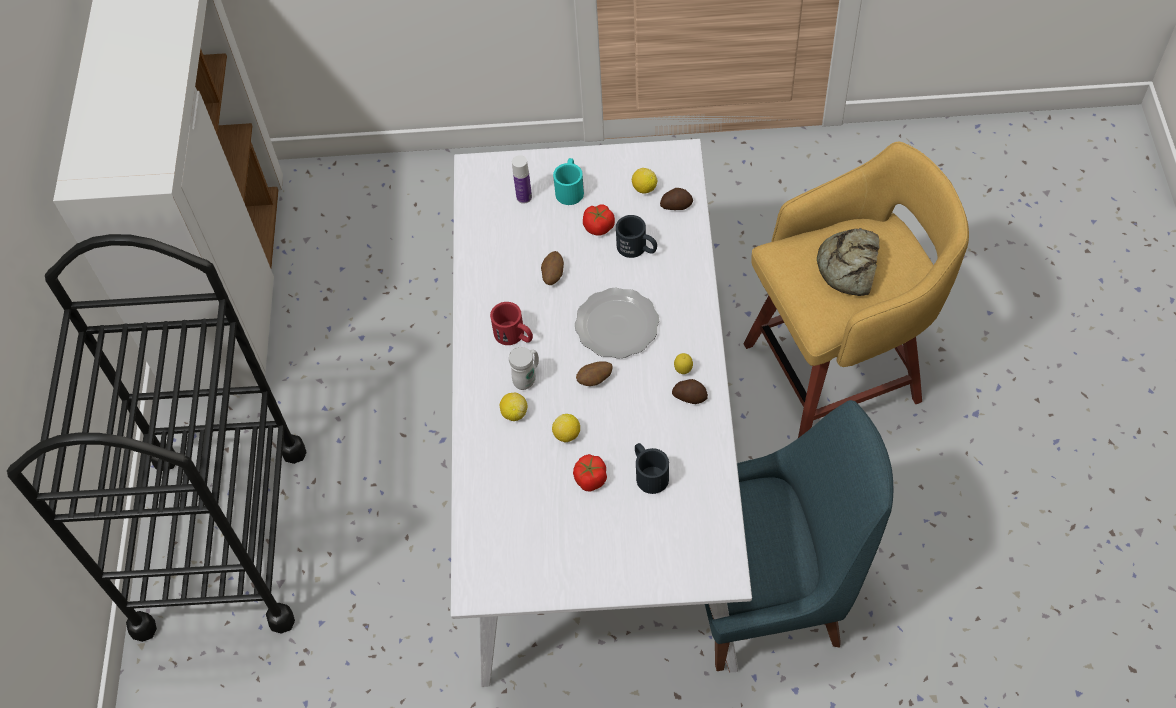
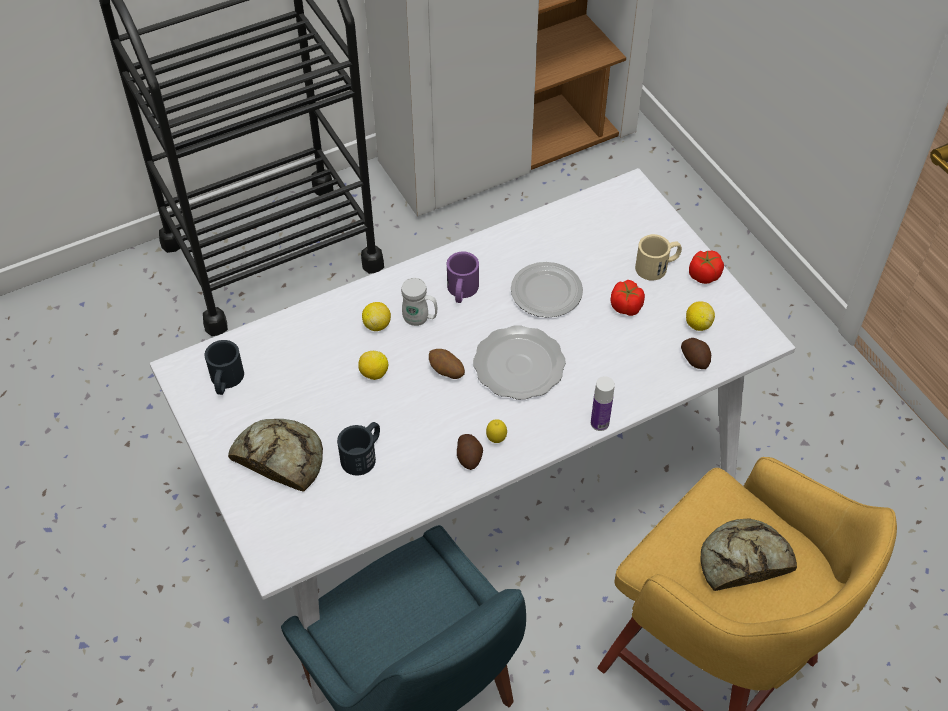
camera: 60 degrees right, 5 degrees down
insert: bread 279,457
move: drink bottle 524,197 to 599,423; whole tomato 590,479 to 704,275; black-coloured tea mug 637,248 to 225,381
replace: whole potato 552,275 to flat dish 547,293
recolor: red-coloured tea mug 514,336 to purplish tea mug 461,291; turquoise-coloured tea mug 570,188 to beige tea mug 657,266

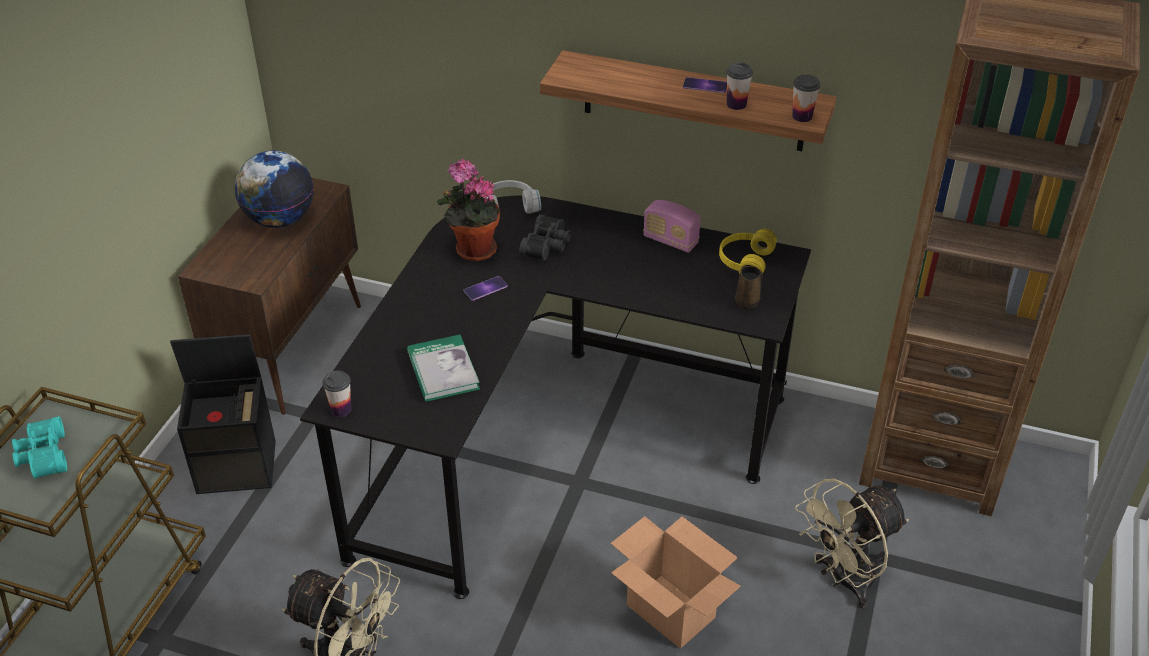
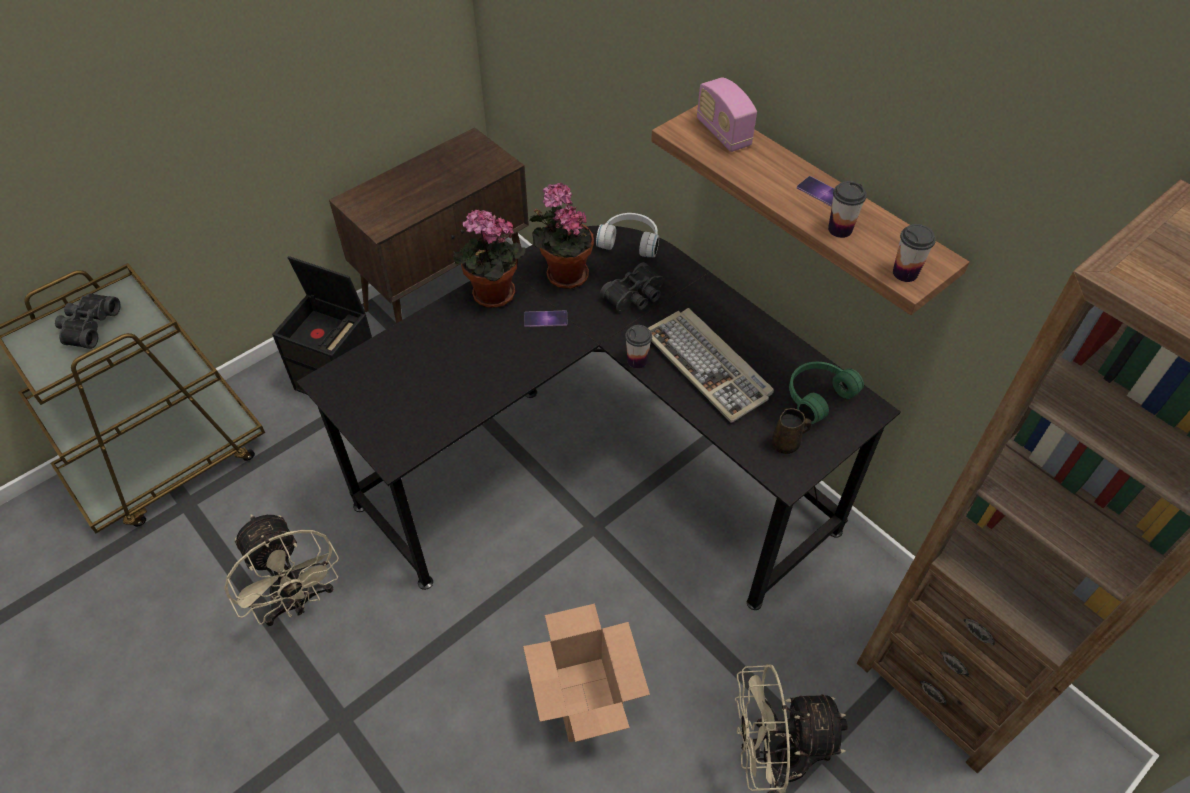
camera: 30 degrees right, 10 degrees up
delete: world globe 279,219; bound book 443,371
insert: potted plant 491,297; PC keyboard 708,366
move: drinking cup 341,409 to 637,361; radio receiver 670,241 to 723,133
recolor: turquoise-coloured field glasses 42,456 to black-coloured field glasses 88,326; yellow pair of headphones 744,261 to green pair of headphones 816,395

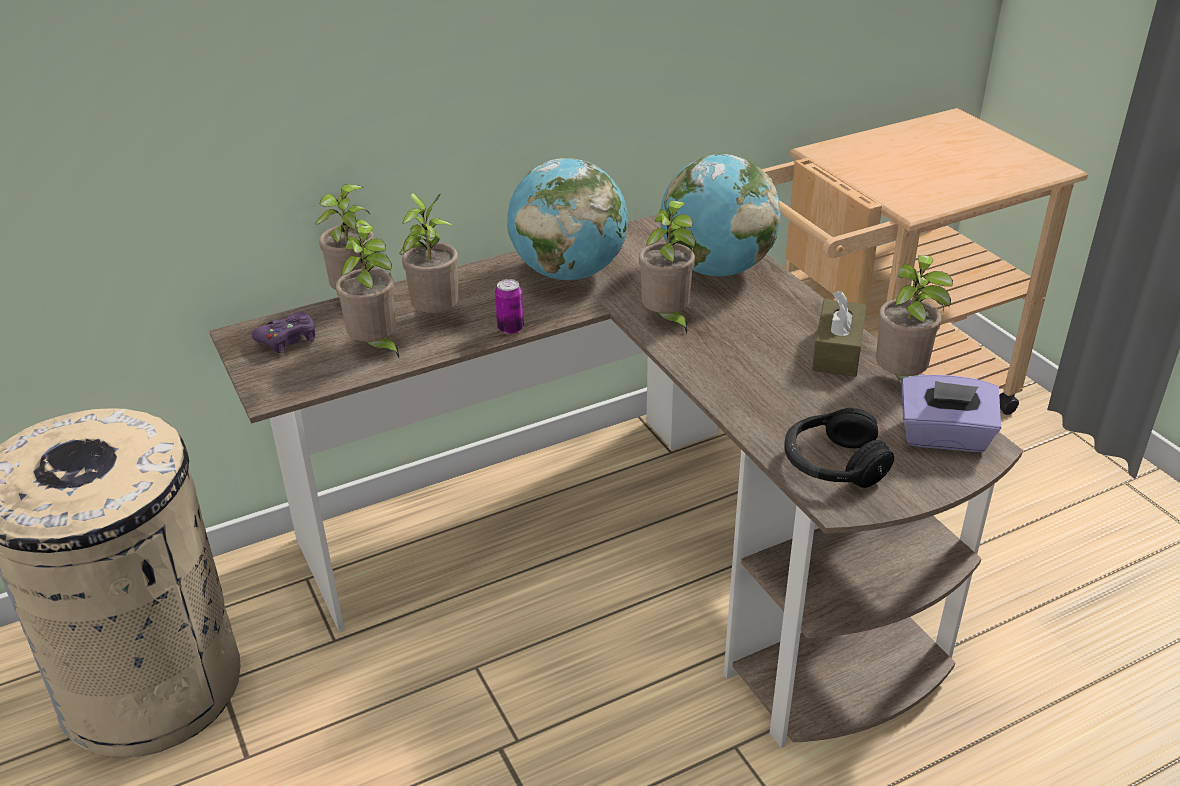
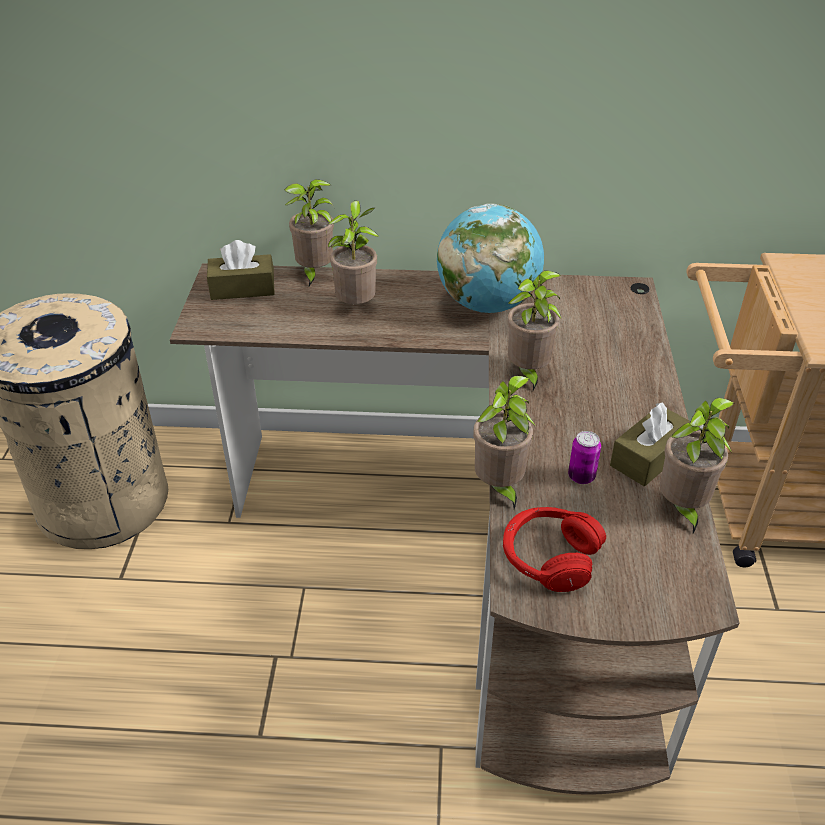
camera: 30 degrees right, 5 degrees up
delete: world globe 716,269; purplish box of tissues 944,437
move: potted plant 376,348 to 499,488; sealed can 510,328 to 581,477
replace: purplish gamepad 288,339 to brown box of tissues 242,288
recolor: black-coloured pair of headphones 833,464 to red-coloured pair of headphones 549,557

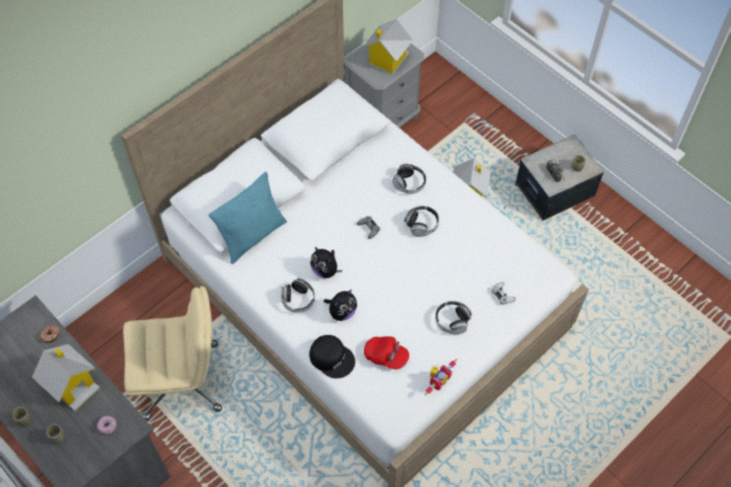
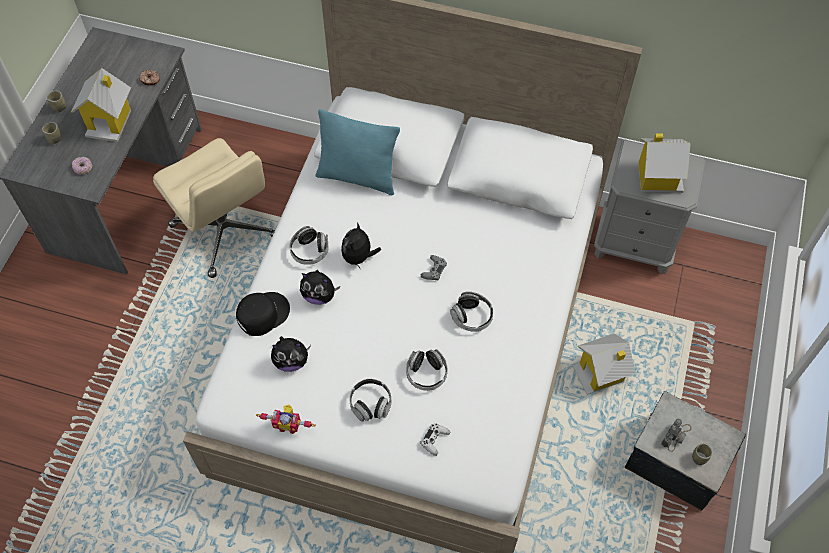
camera: 60 degrees right, 0 degrees up
move: pair of headphones 409,183 to 426,374
replace: red-coloured baseball cap 386,356 to cuddly toy 291,361
rotate: black-coloured baseball cap 332,357 = 262,313 135 degrees counterclockwise

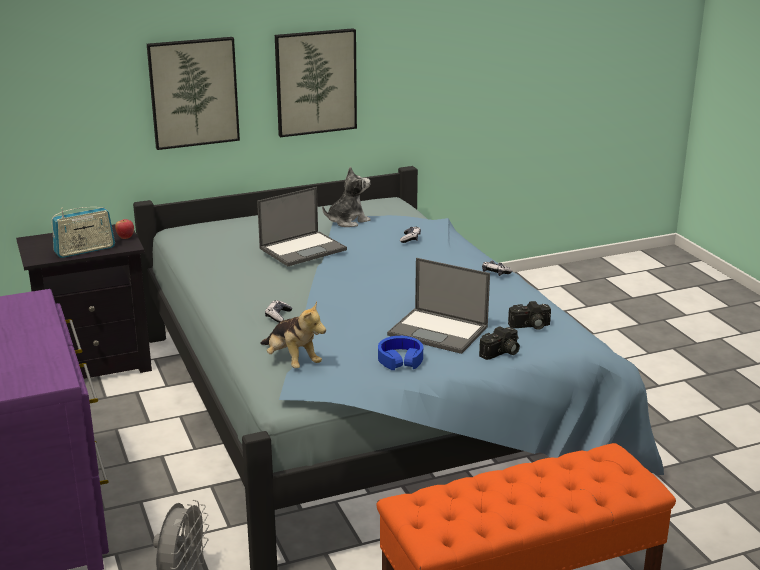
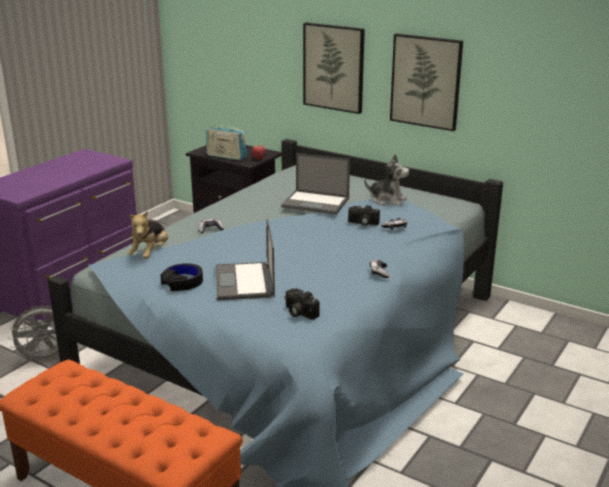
camera: 55 degrees right, 0 degrees up
move: still camera 501,353 to 362,223
recolor: blue-coloured pair of headphones 400,359 to black-coloured pair of headphones 183,282

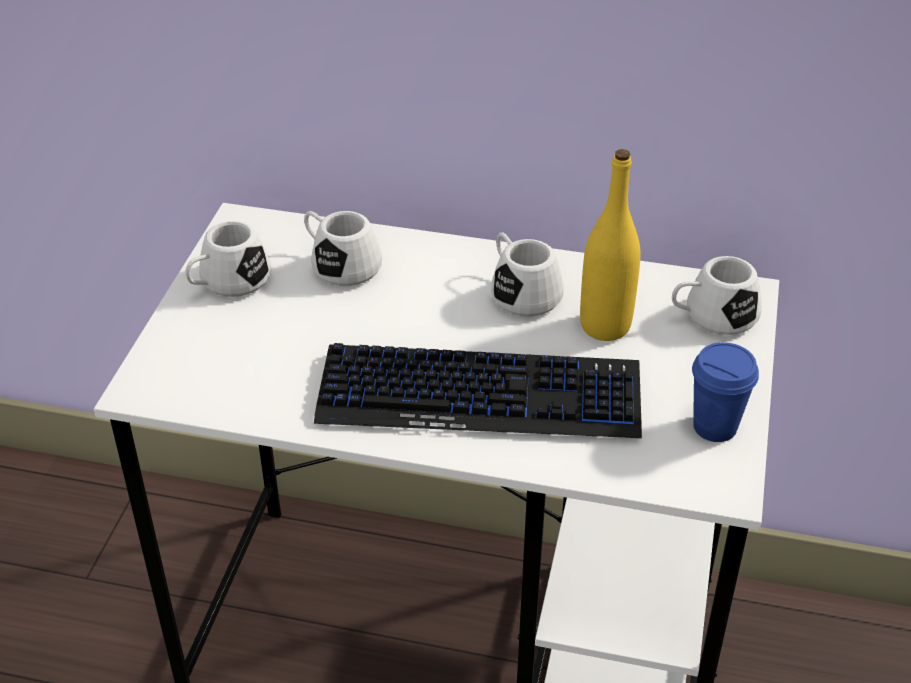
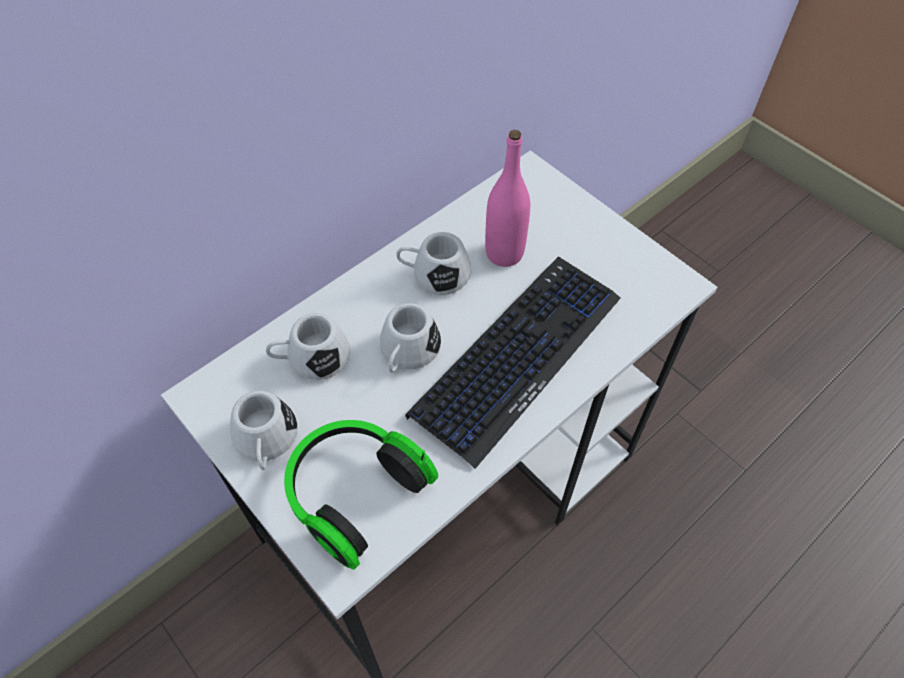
camera: 55 degrees left, 15 degrees up
delete: blue-coloured drinking cup 715,427
insert: pair of headphones 353,492
move: white-coloured tea mug 712,316 to 407,353
recolor: yellow drink bottle 605,326 to pinkish drink bottle 504,253

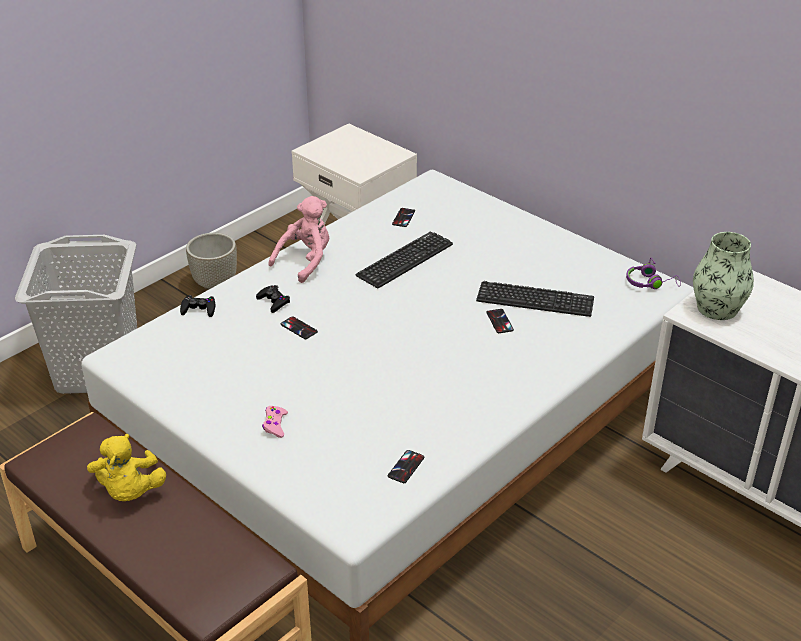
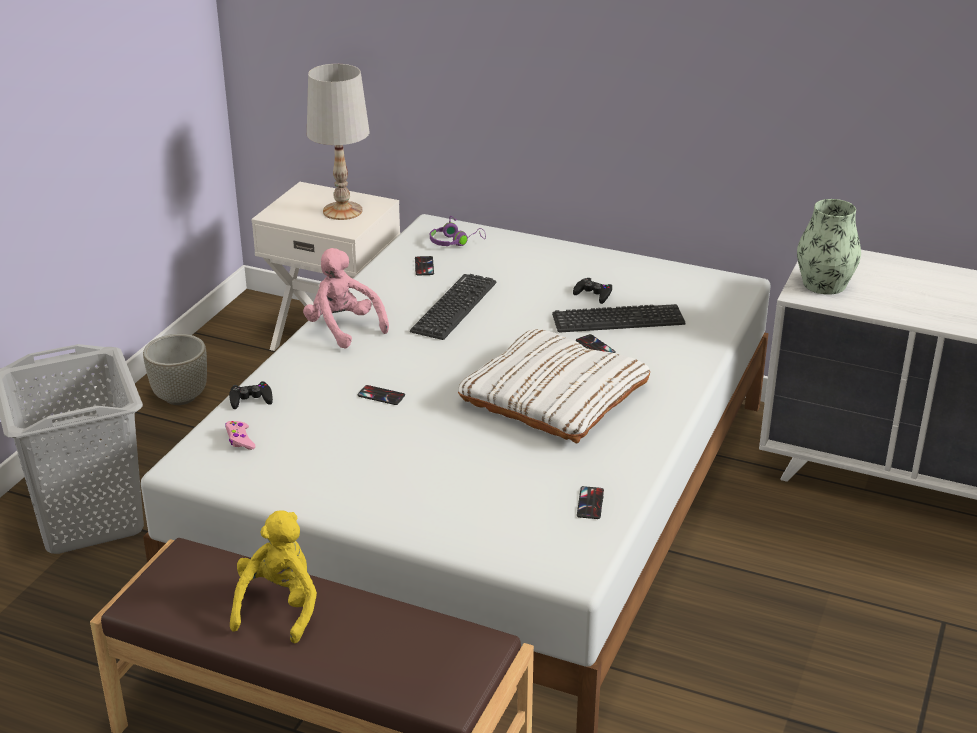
camera: 20 degrees left, 5 degrees down
insert: white-coloured lamp for a table 343,211; white-coloured cushion 554,395
move: black-coloured gamepad 274,302 to 593,294; pinkish gamepad 275,425 to 240,440; purplish pair of headphones 650,283 to 455,242
rotate: yellow cuddly toy 130,492 = 279,607 135 degrees counterclockwise; pinkish cuddly toy 306,261 = 343,328 60 degrees counterclockwise

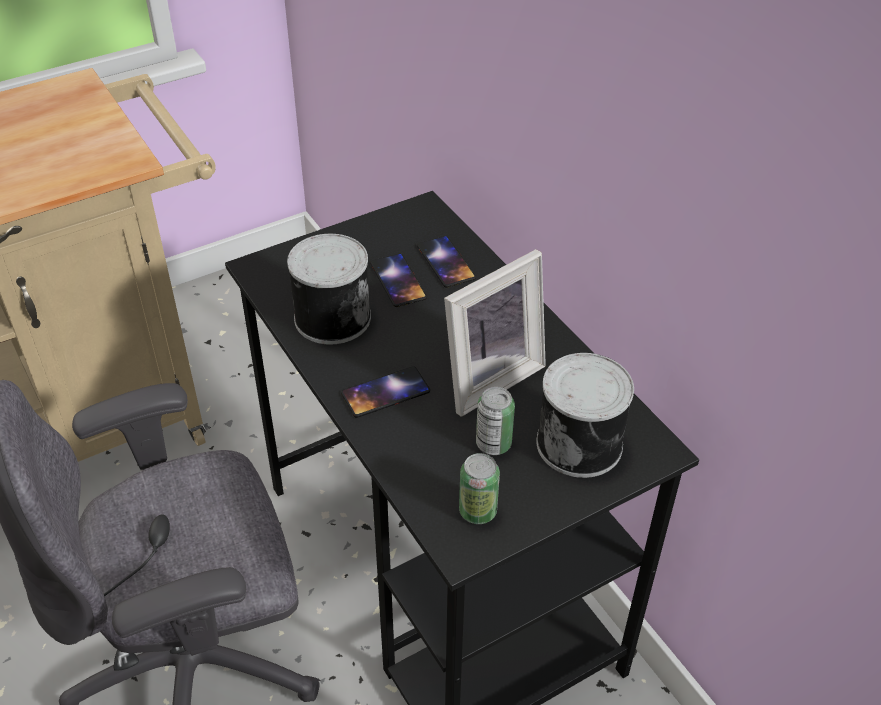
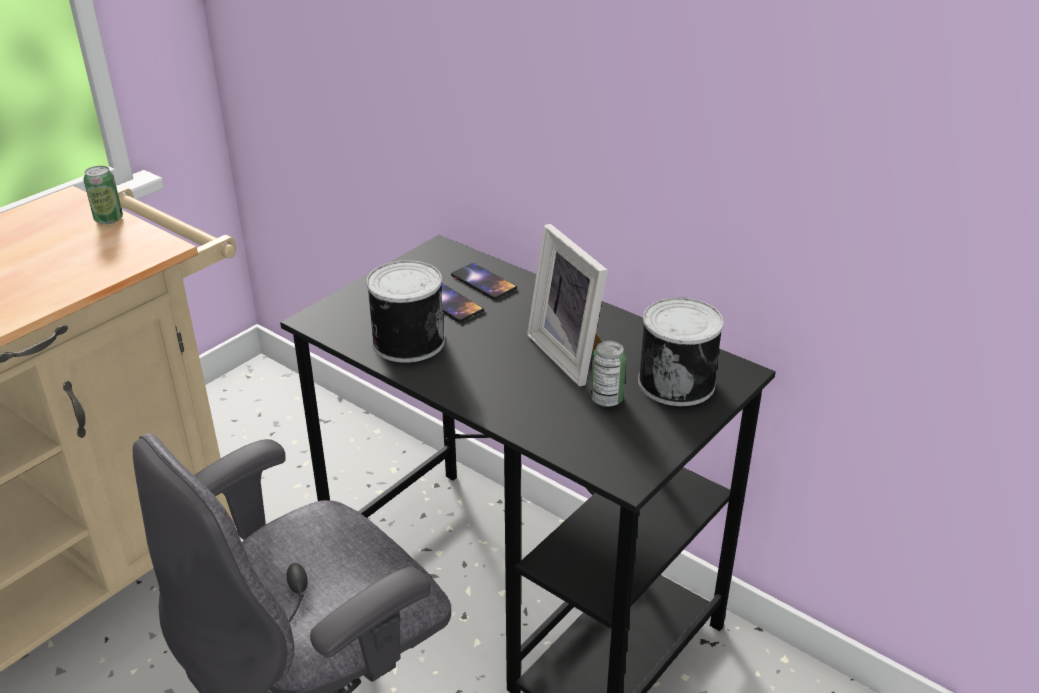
camera: 20 degrees left, 10 degrees down
delete: phone 385,393
move: sealed can 478,511 to 109,219
rotate: standing frame 487,377 = 571,354 120 degrees clockwise

